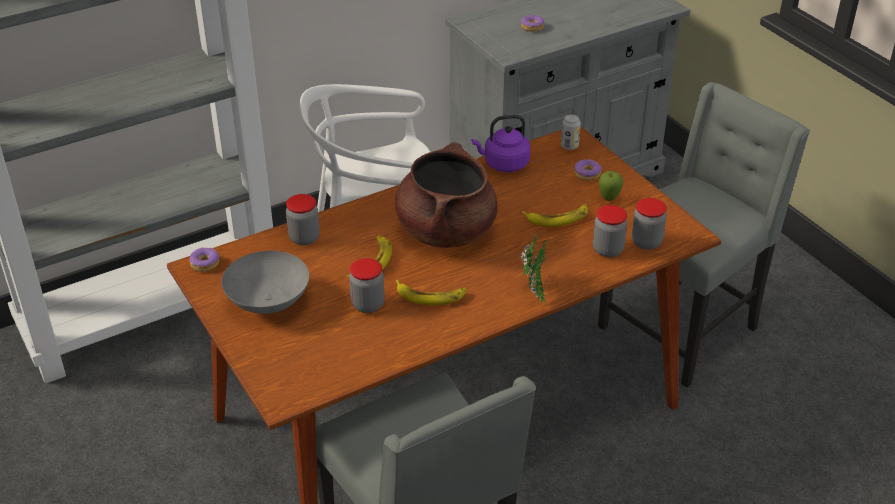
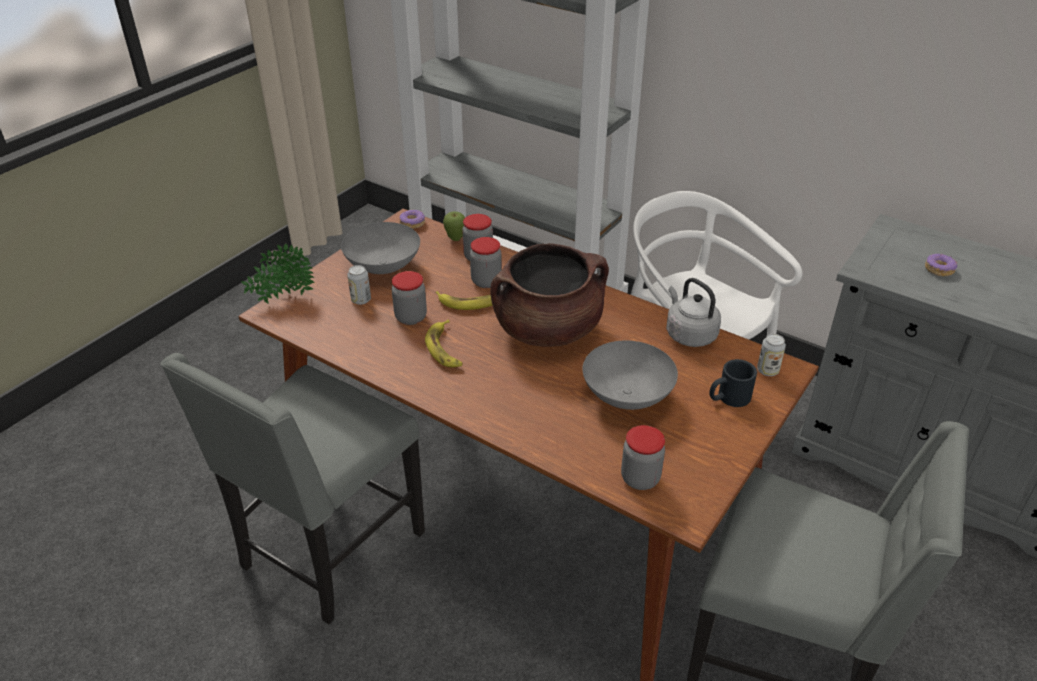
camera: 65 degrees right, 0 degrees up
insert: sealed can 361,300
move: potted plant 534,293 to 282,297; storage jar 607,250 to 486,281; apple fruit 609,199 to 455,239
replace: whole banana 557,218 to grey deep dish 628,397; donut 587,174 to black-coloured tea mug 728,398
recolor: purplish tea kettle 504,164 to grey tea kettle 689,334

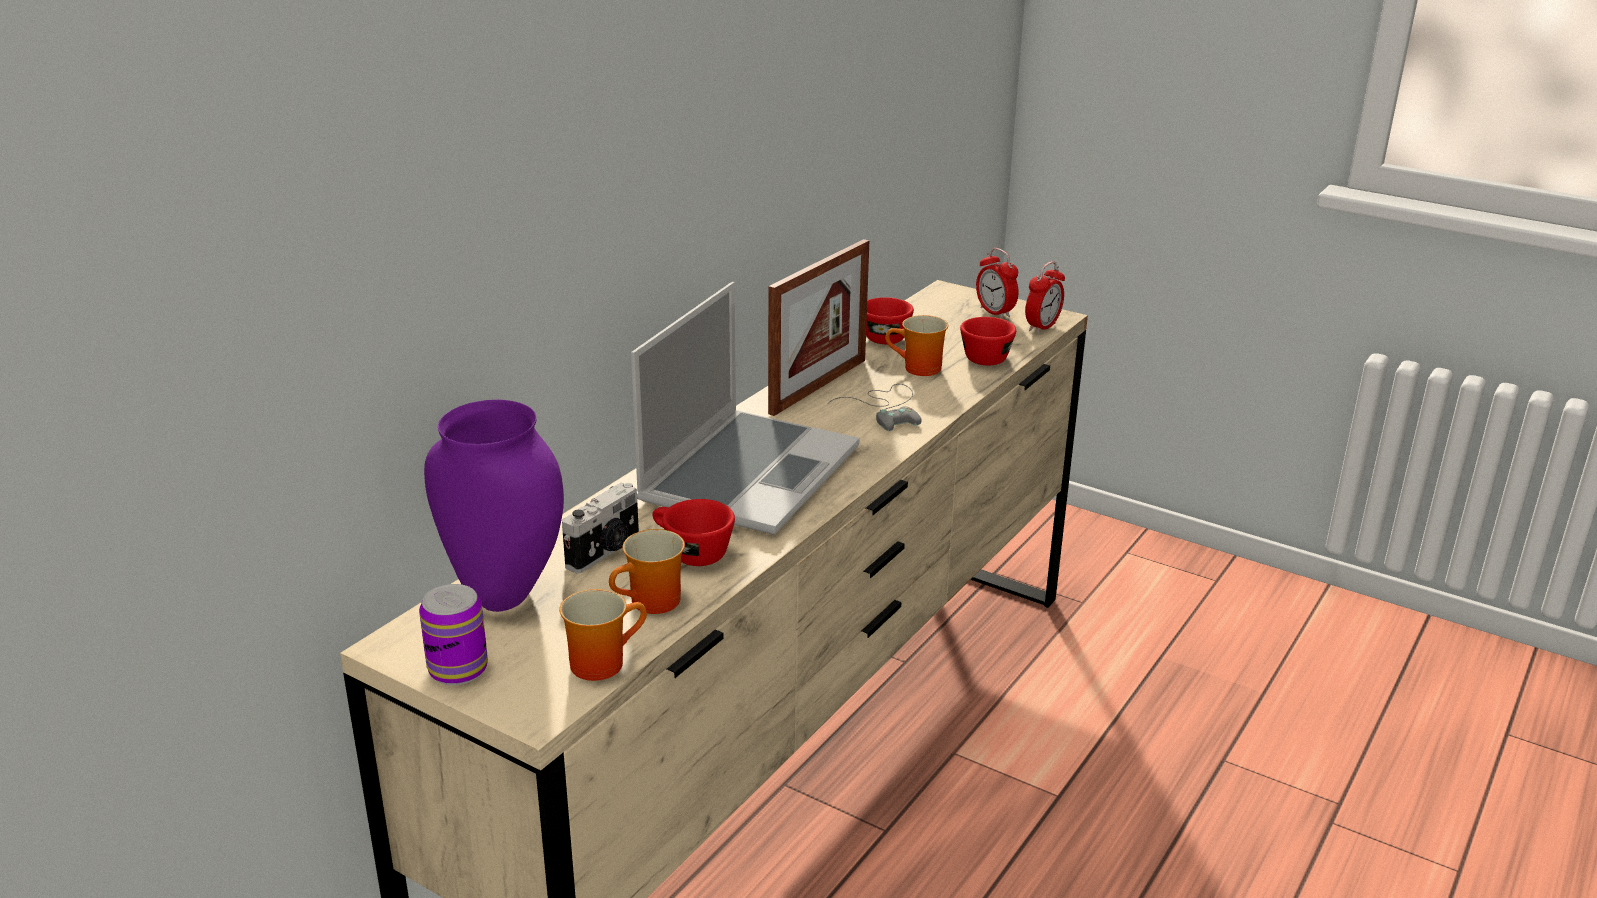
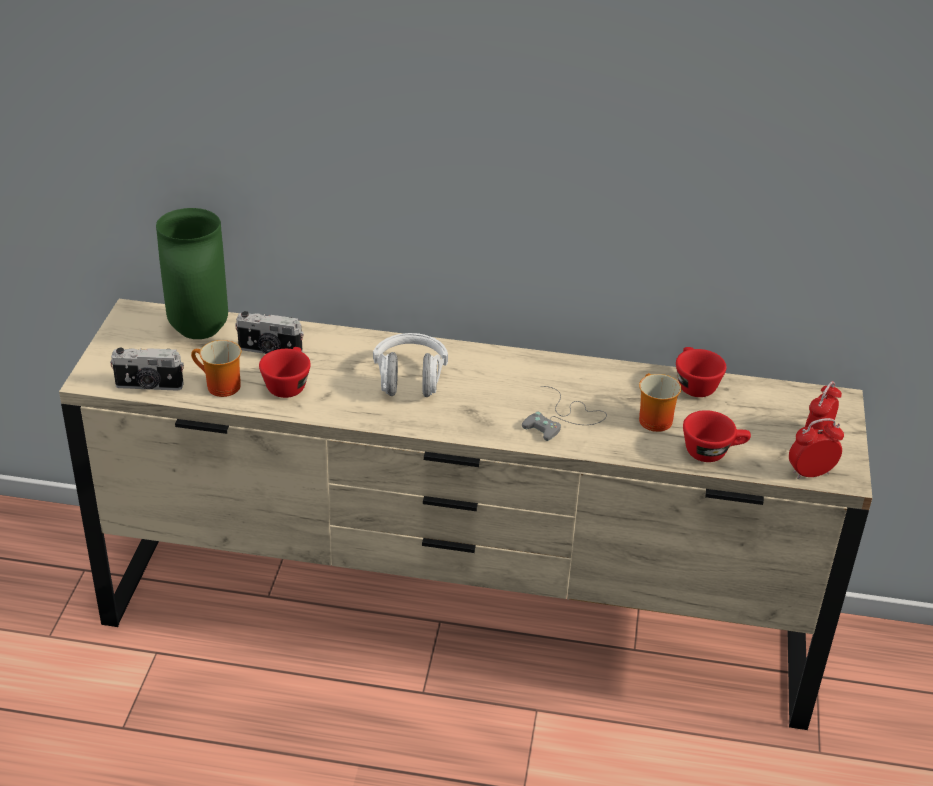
camera: 65 degrees right, 10 degrees up
delete: sealed can 458,669; standing frame 818,386
replace: tea mug 601,661 to still camera 149,386; laptop 748,473 to white-coloured pair of headphones 409,380
recolor: purplish vase 503,598 to green vase 197,331
rotate: bedside clock 1042,327 = 810,473 150 degrees clockwise

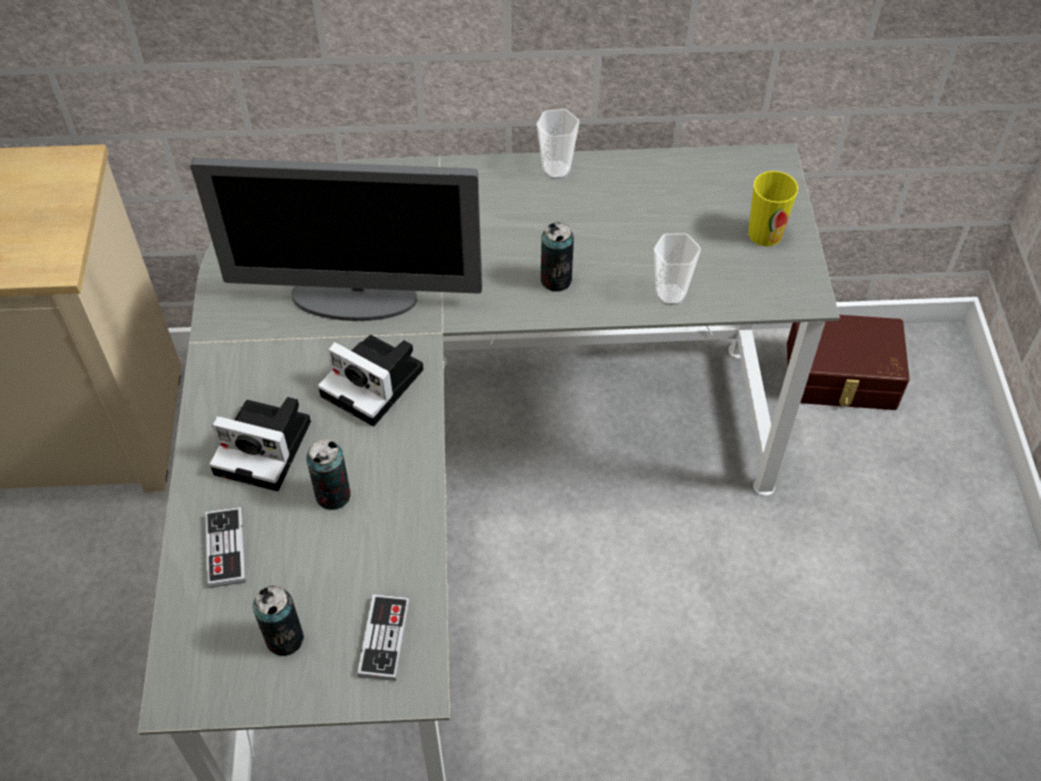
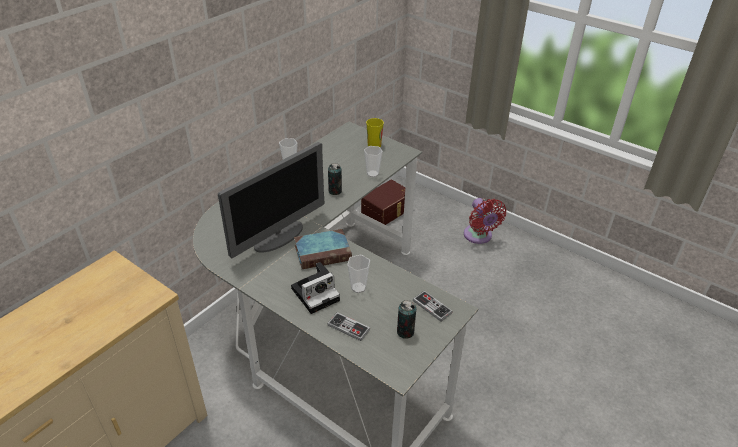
camera: 50 degrees left, 15 degrees down
insert: red-coloured cooling fan 479,236
replace: sealed can 333,495 to drinking cup 358,288; still camera 376,383 to bound book 323,252

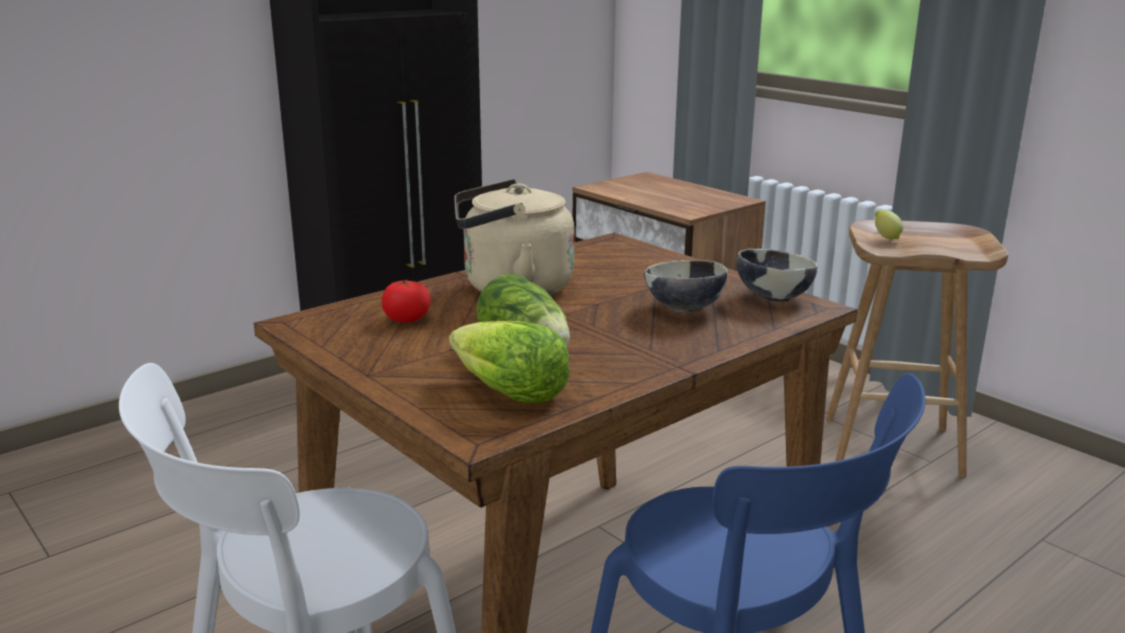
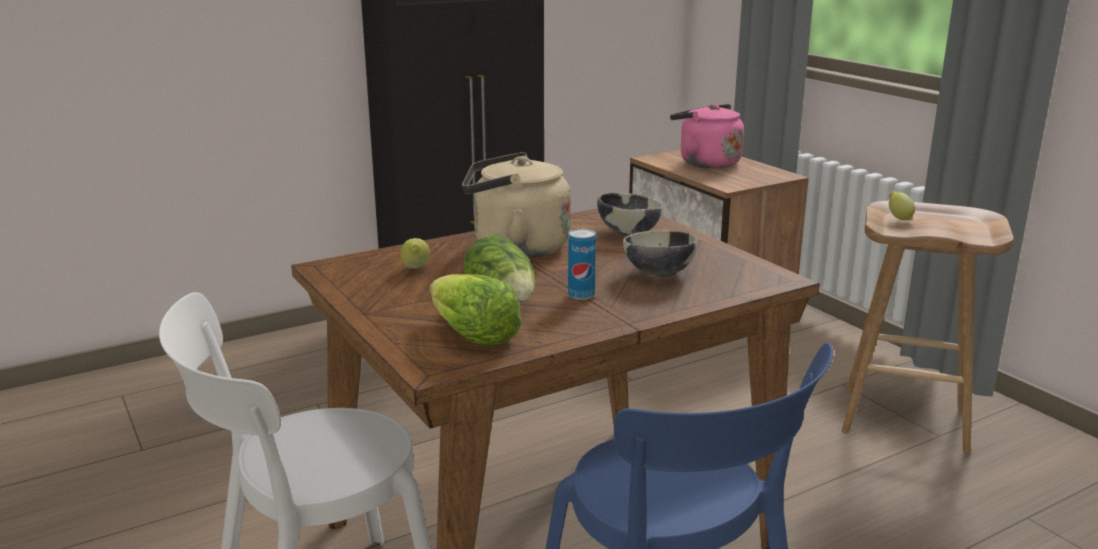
camera: 10 degrees right, 0 degrees up
insert: sealed can 581,295; pinkish tea kettle 705,163
move: deep dish 772,297 to 628,233
replace: whole tomato 407,319 to citrus fruit 415,269

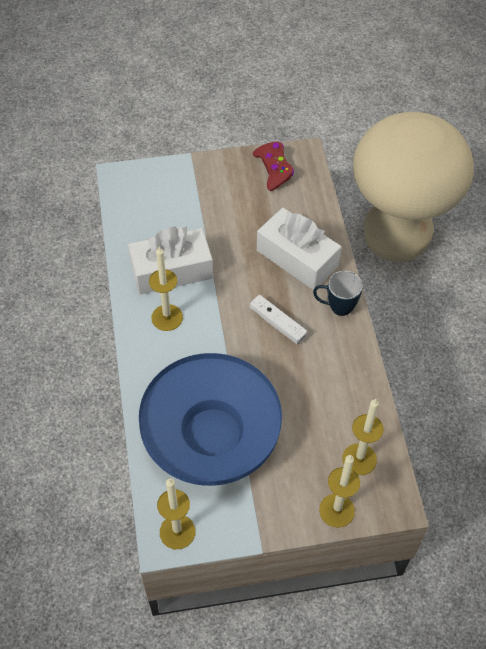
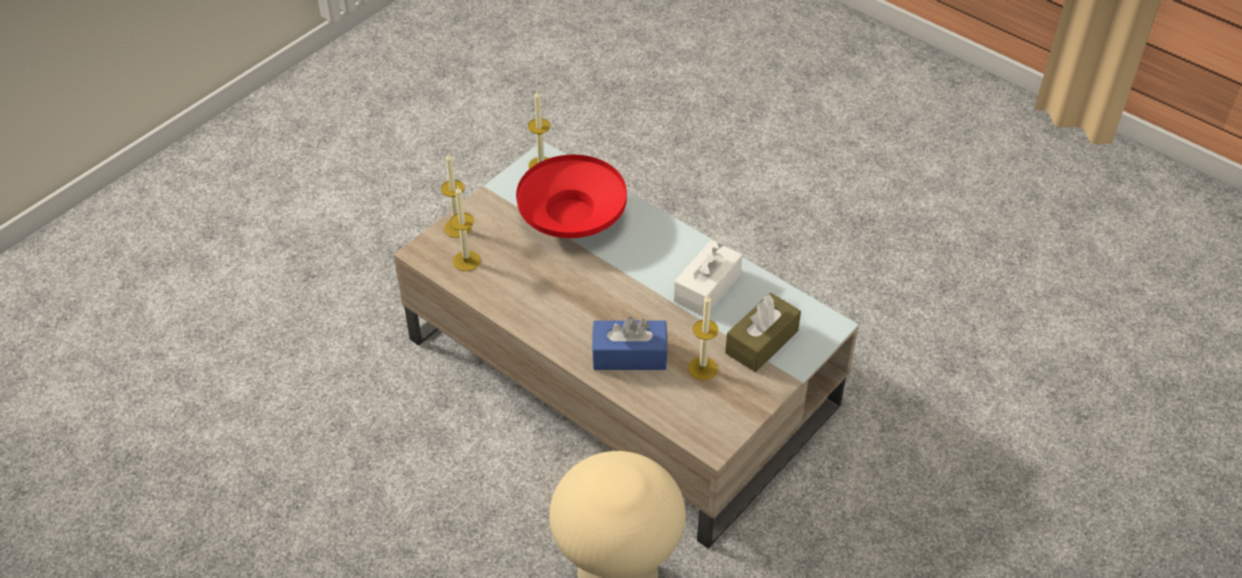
camera: 140 degrees right, 10 degrees down
delete: white-coloured gamepad 277,324; red-coloured gamepad 274,169; tea mug 334,307
insert: brown box of tissues 761,342
move: wax light 167,317 to 702,368
recolor: blue-coloured deep dish 211,434 to red-coloured deep dish 572,217; white-coloured box of tissues 297,258 to blue-coloured box of tissues 629,355

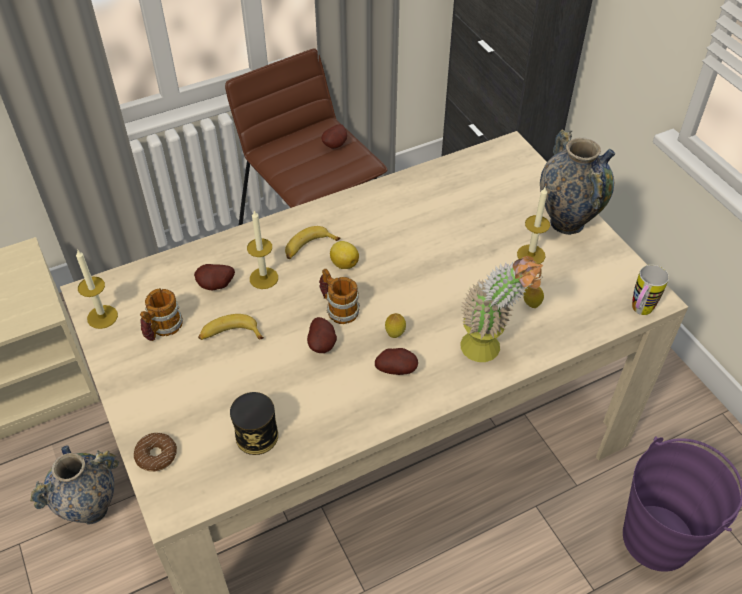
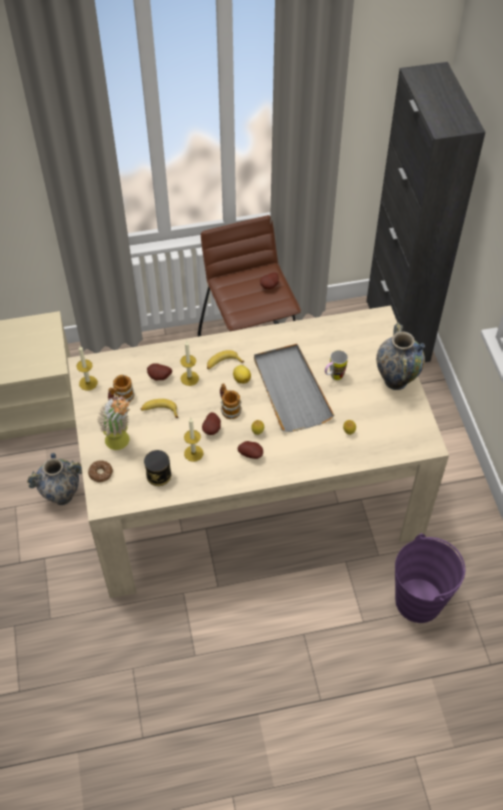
camera: 15 degrees right, 5 degrees up
insert: grey carrying tray 291,389
move: potted plant 490,351 to 121,444; wax light 531,255 to 193,453; tea mug 639,312 to 333,377

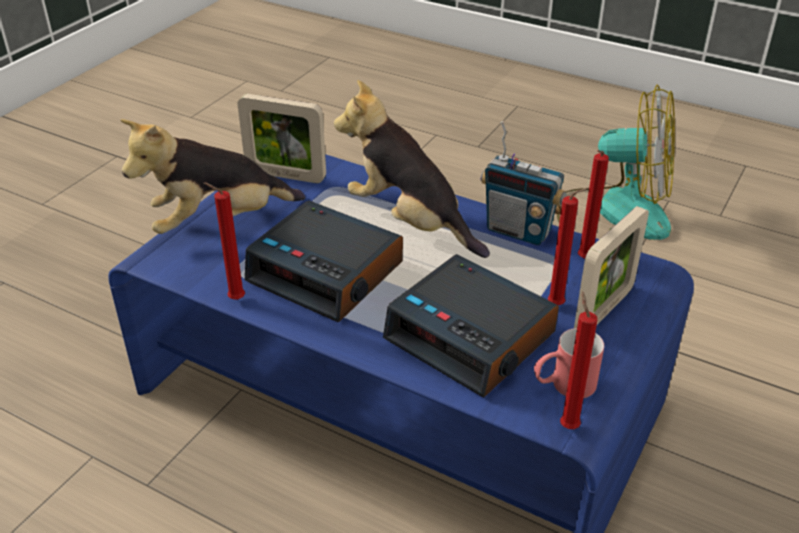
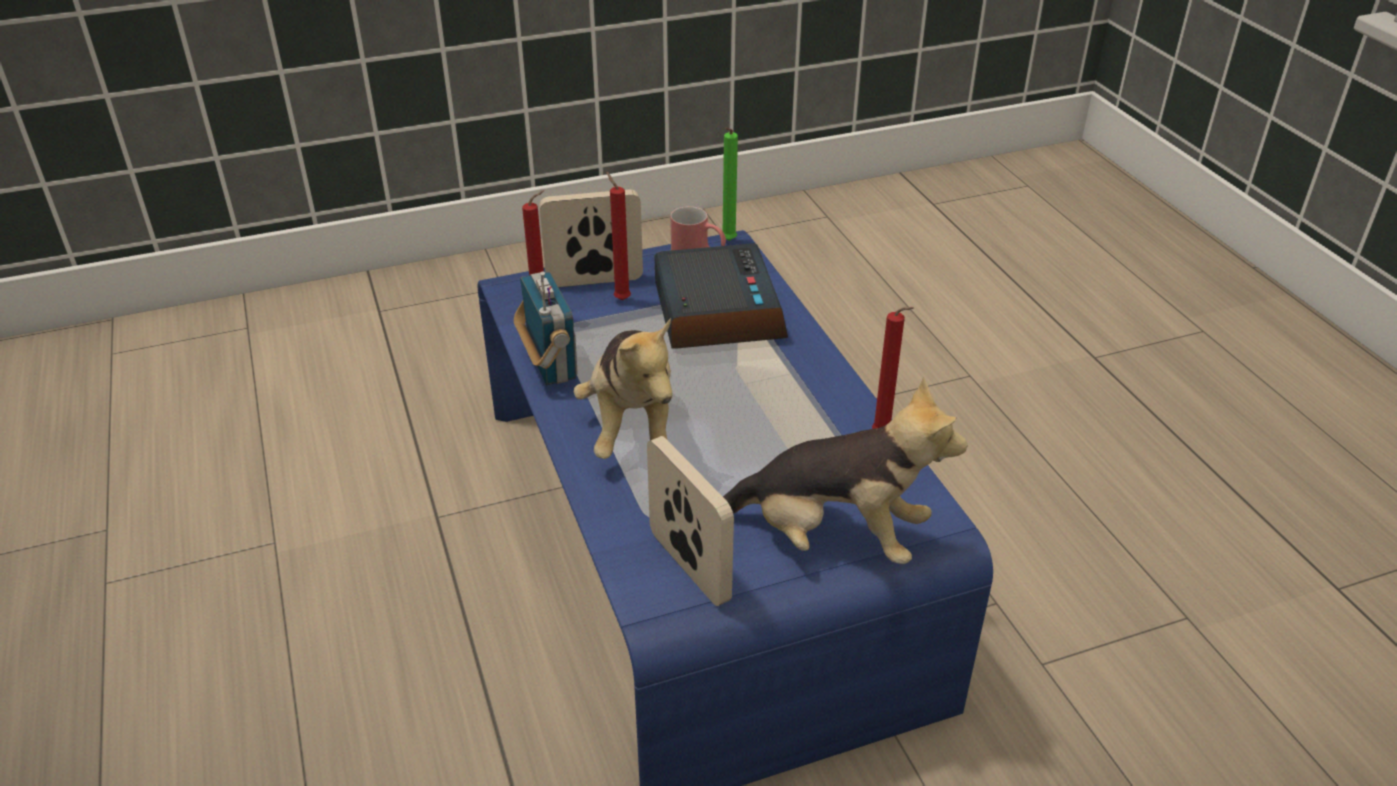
camera: 140 degrees left, 0 degrees up
delete: bedside clock 327,272; cooling fan 614,213
recolor: red-coloured wax light 568,425 to green wax light 727,242

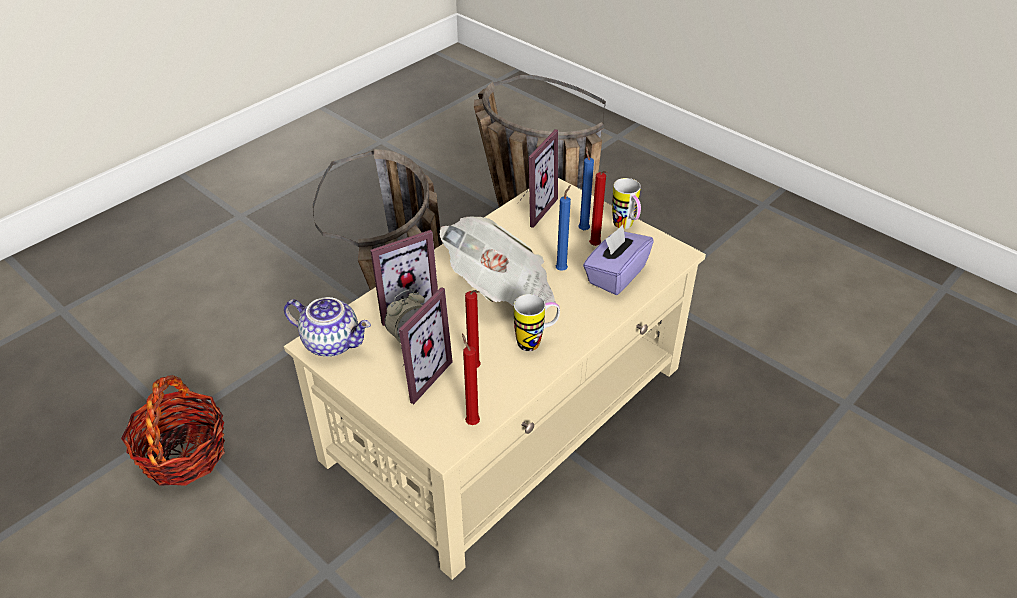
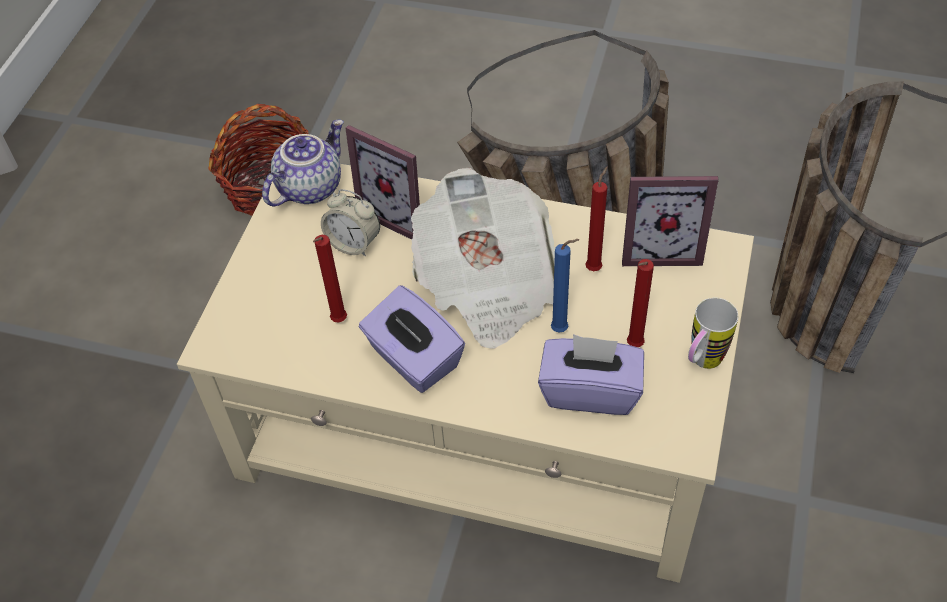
camera: 65 degrees right, 10 degrees up
delete: standing frame 417,375; blue-coloured wax light 583,229
move: red-coloured wax light 471,421 to 595,267
replace: tea mug 536,342 to purplish box of tissues 413,359
rotate: teapot 333,342 = 309,187 135 degrees counterclockwise

